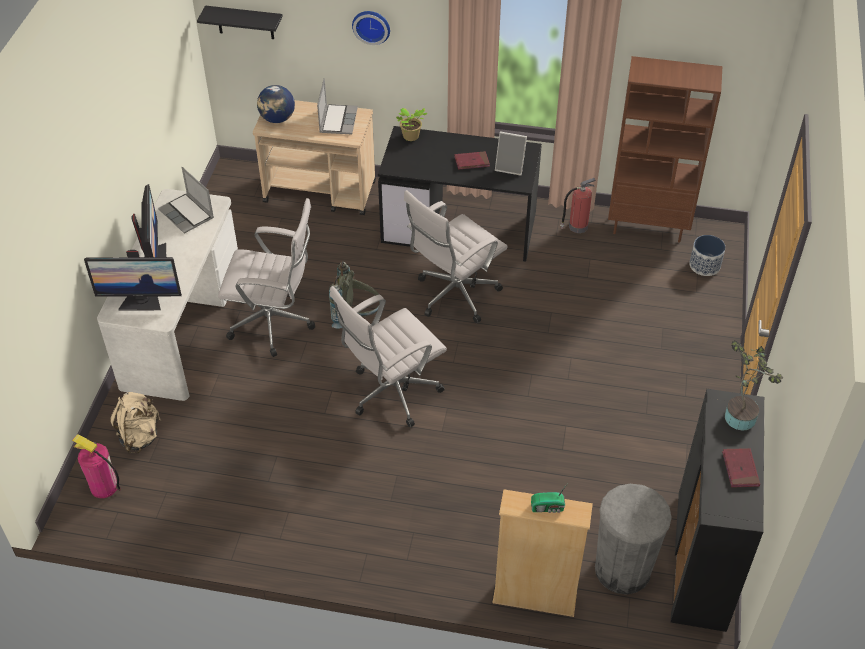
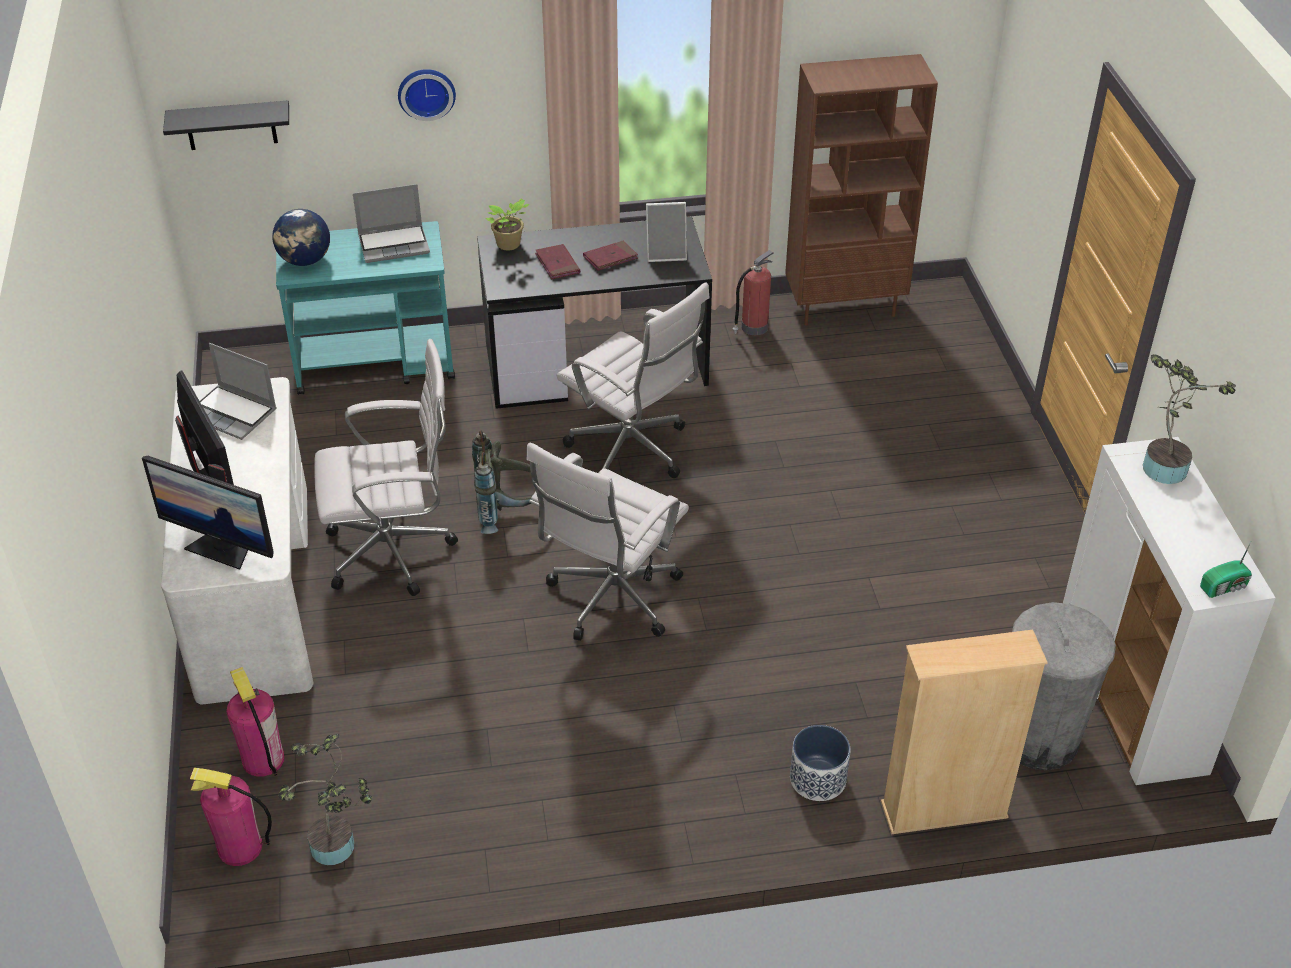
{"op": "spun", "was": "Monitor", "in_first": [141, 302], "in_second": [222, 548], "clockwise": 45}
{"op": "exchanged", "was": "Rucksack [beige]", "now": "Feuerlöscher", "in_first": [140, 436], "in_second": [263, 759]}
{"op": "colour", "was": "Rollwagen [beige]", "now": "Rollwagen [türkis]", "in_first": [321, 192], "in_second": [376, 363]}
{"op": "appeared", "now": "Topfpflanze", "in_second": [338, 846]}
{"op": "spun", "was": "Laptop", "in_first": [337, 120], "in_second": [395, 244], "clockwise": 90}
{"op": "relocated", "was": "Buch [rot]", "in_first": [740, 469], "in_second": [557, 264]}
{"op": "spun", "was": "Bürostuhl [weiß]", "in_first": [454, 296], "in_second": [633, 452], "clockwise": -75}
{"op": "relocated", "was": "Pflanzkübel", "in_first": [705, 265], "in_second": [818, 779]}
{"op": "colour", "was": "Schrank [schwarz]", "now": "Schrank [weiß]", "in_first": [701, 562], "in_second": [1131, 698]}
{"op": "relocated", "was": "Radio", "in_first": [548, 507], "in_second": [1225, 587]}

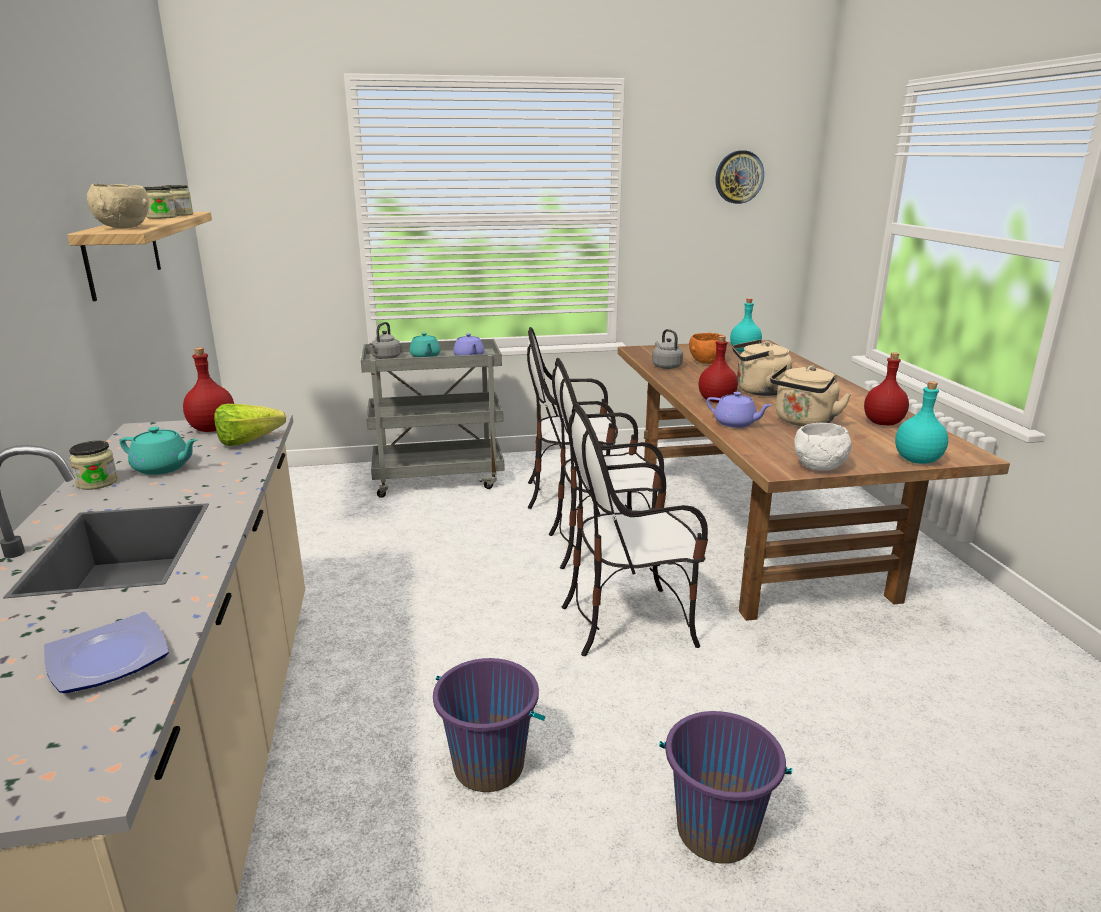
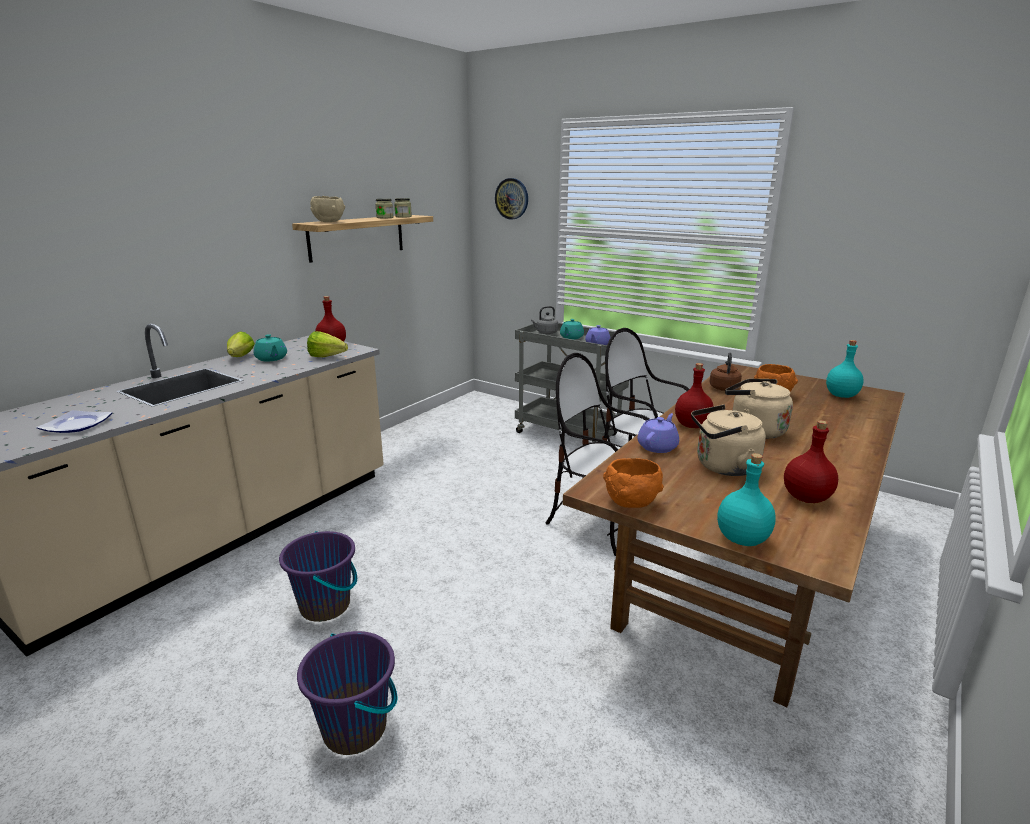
{"op": "exchanged", "was": "Vorratsglas", "now": "Salatkopf", "in_first": [97, 482], "in_second": [240, 357]}
{"op": "relocated", "was": "Wanduhr", "in_first": [739, 177], "in_second": [512, 198]}
{"op": "colour", "was": "Schüssel [weiß]", "now": "Schüssel [orange]", "in_first": [819, 467], "in_second": [632, 503]}
{"op": "spun", "was": "Teekanne [lila]", "in_first": [736, 423], "in_second": [658, 446], "clockwise": -135}
{"op": "colour", "was": "Wasserkessel [grau]", "now": "Wasserkessel [braun]", "in_first": [665, 366], "in_second": [724, 387]}
{"op": "missing", "was": "Stuhl", "in_first": [629, 622]}

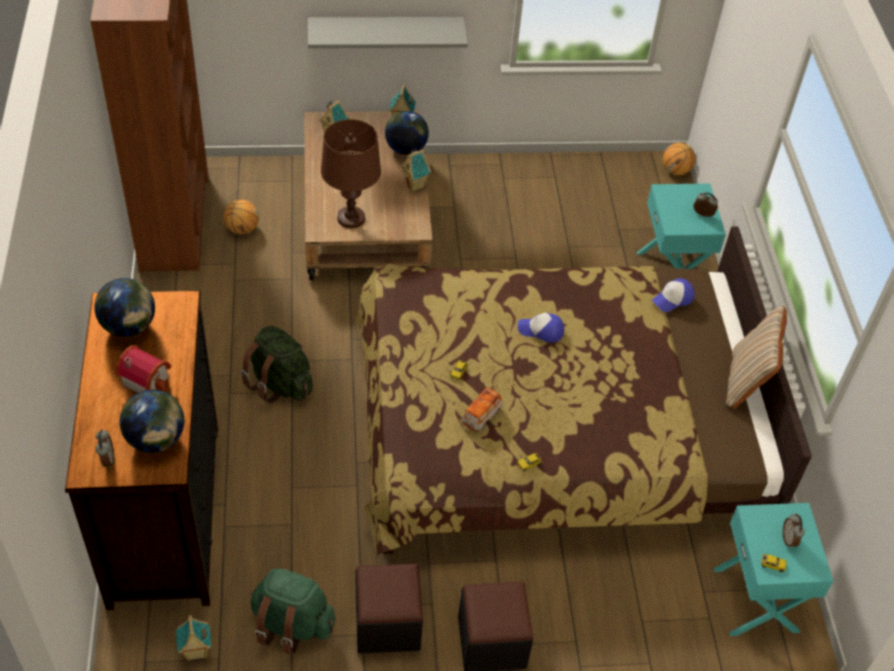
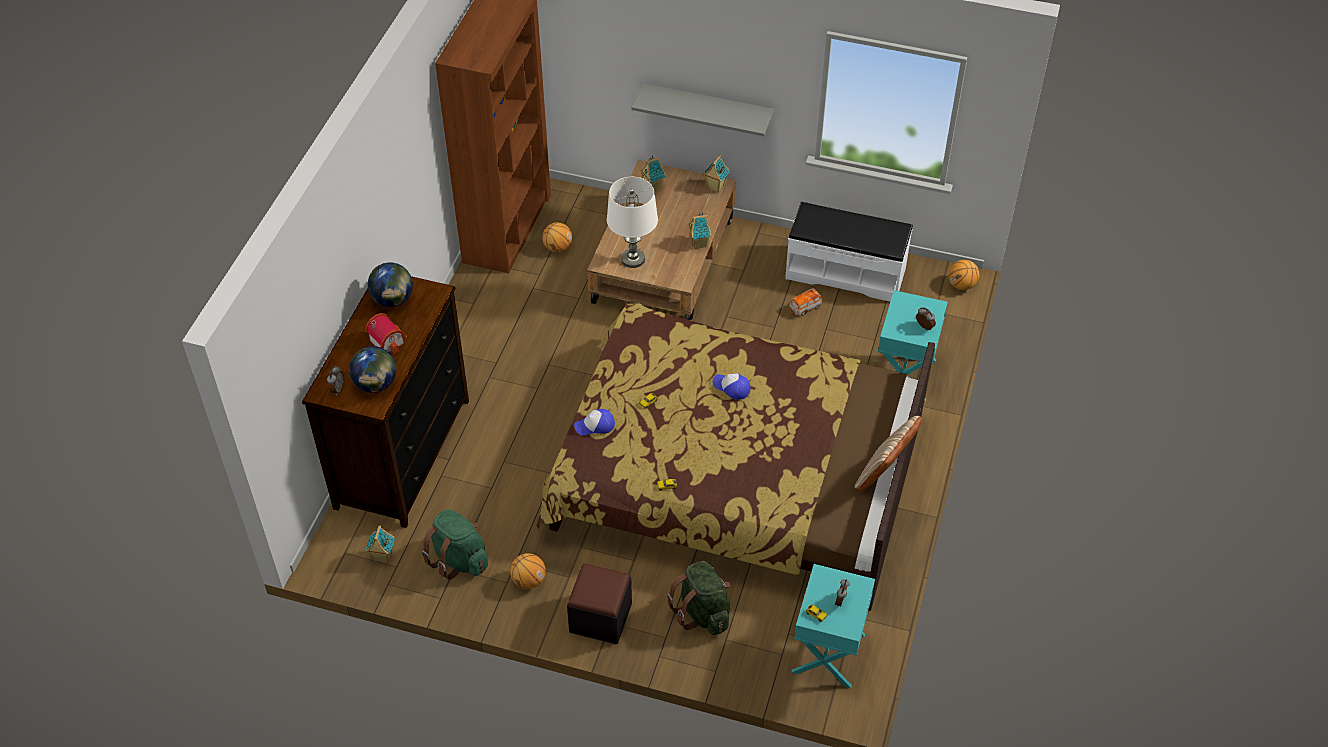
{"op": "exchanged", "was": "Polsterhocker [schwarz]", "now": "Basketball", "in_first": [387, 624], "in_second": [528, 580]}
{"op": "relocated", "was": "Kappe", "in_first": [673, 299], "in_second": [595, 426]}
{"op": "colour", "was": "Tischlampe [braun]", "now": "Tischlampe [weiß]", "in_first": [351, 218], "in_second": [633, 259]}
{"op": "relocated", "was": "Rucksack [grün]", "in_first": [280, 383], "in_second": [702, 612]}
{"op": "appeared", "now": "Bank [weiß]", "in_second": [845, 273]}
{"op": "relocated", "was": "Spielzeugauto", "in_first": [481, 416], "in_second": [805, 308]}
{"op": "missing", "was": "Globus", "in_first": [406, 149]}

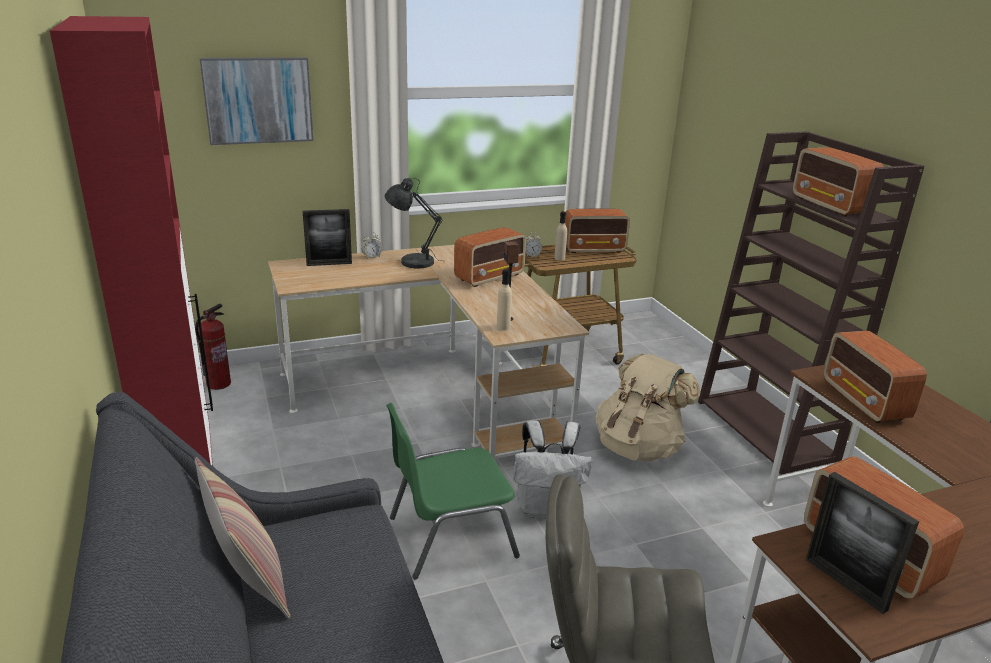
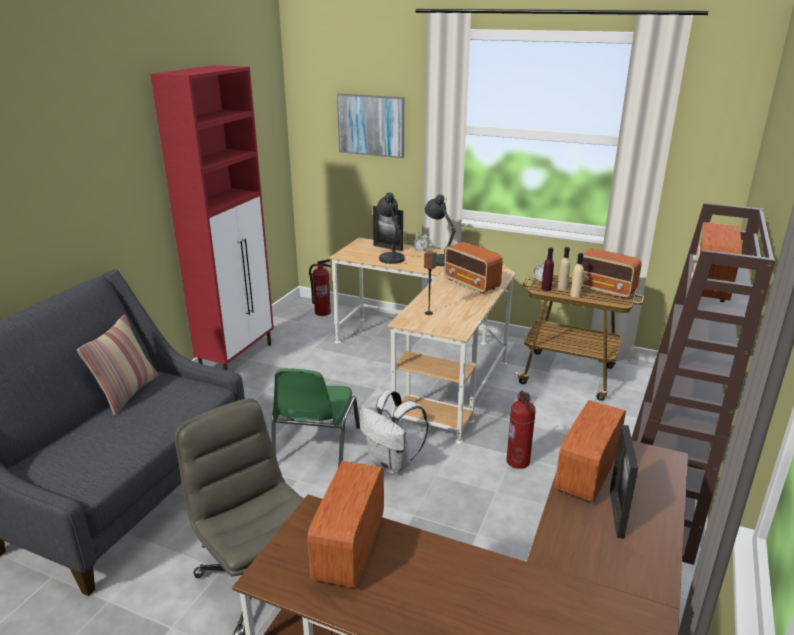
{"op": "spun", "was": "Stuhl [grün]", "in_first": [449, 536], "in_second": [315, 447], "clockwise": -105}
{"op": "appeared", "now": "Tischlampe [grau]", "in_second": [391, 258]}
{"op": "spun", "was": "Radio", "in_first": [490, 277], "in_second": [472, 284], "clockwise": 45}
{"op": "exchanged", "was": "Rucksack [beige]", "now": "Feuerlöscher", "in_first": [639, 447], "in_second": [518, 462]}
{"op": "appeared", "now": "Flasche [lila]", "in_second": [546, 289]}
{"op": "relocated", "was": "Flasche [beige]", "in_first": [503, 327], "in_second": [575, 295]}
{"op": "relocated", "was": "Bilderrahmen", "in_first": [845, 584], "in_second": [616, 513]}

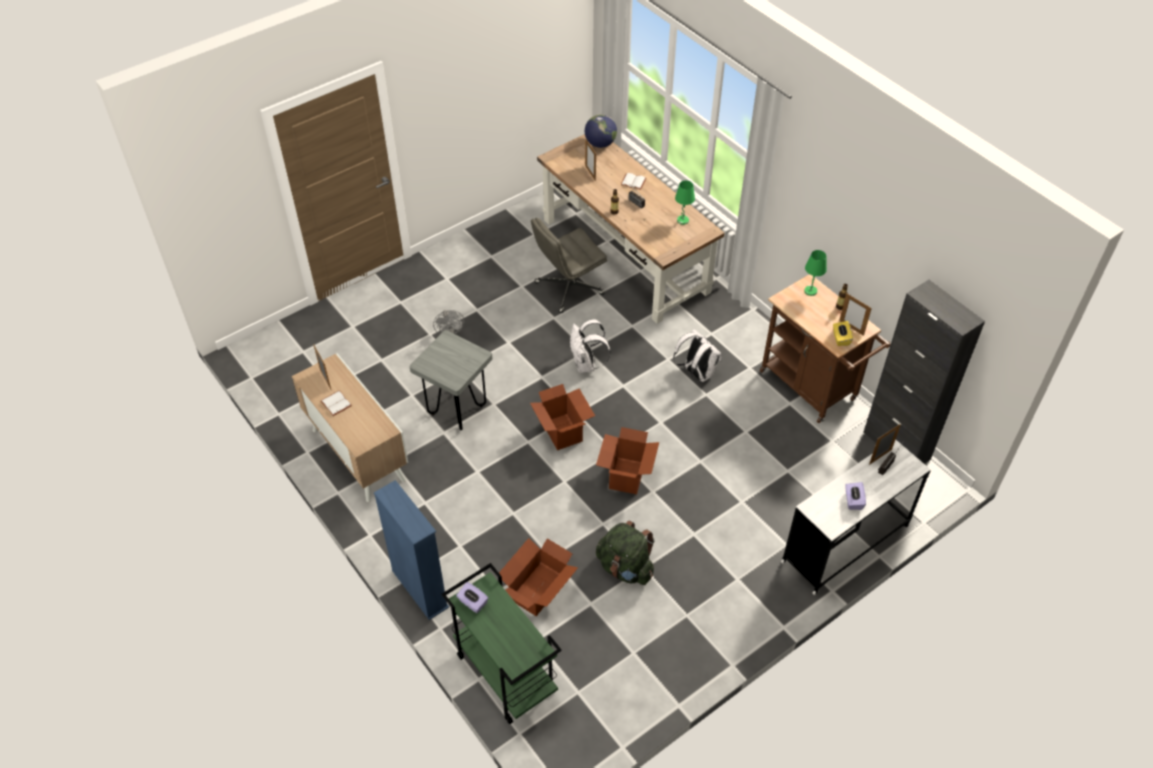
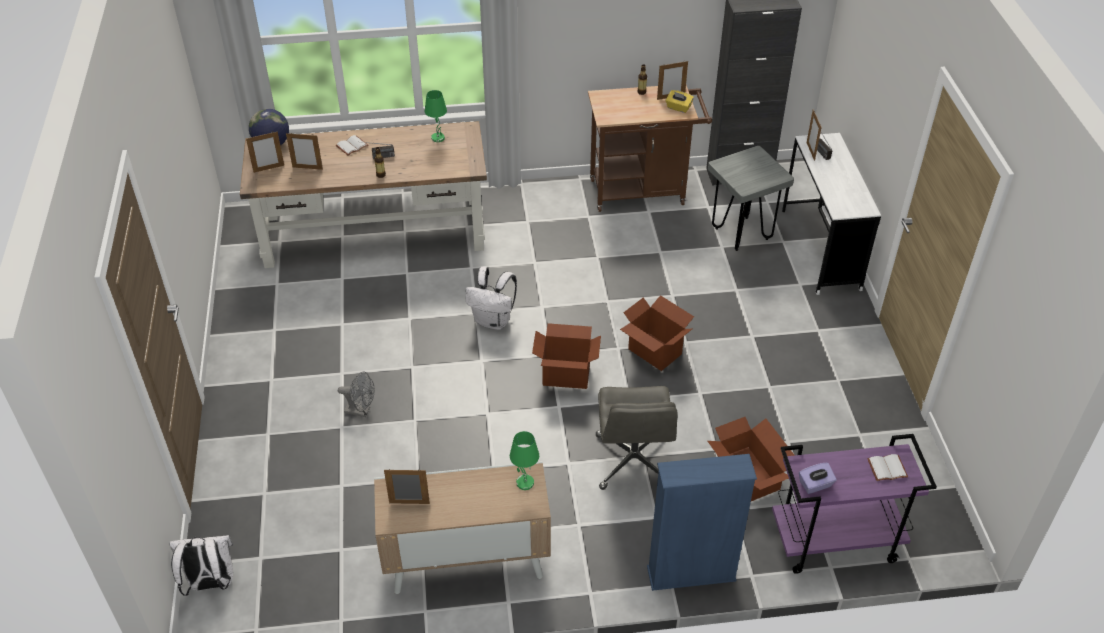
{"op": "relocated", "was": "Rucksack [weiß]", "in_first": [696, 373], "in_second": [210, 583]}
{"op": "appeared", "now": "Bilderrahmen", "in_second": [269, 168]}
{"op": "relocated", "was": "Tischlampe [grün]", "in_first": [810, 291], "in_second": [524, 482]}
{"op": "relocated", "was": "Bürostuhl [grau]", "in_first": [568, 289], "in_second": [633, 462]}
{"op": "relocated", "was": "Hocker [grau]", "in_first": [457, 410], "in_second": [741, 234]}
{"op": "colour", "was": "Rollwagen [grün]", "now": "Rollwagen [lila]", "in_first": [504, 673], "in_second": [834, 542]}
{"op": "relocated", "was": "Buch [weiß]", "in_first": [335, 404], "in_second": [887, 469]}
{"op": "missing", "was": "Rucksack [grün]", "in_first": [625, 568]}
{"op": "missing", "was": "Taschentuchbox [lila]", "in_first": [853, 501]}

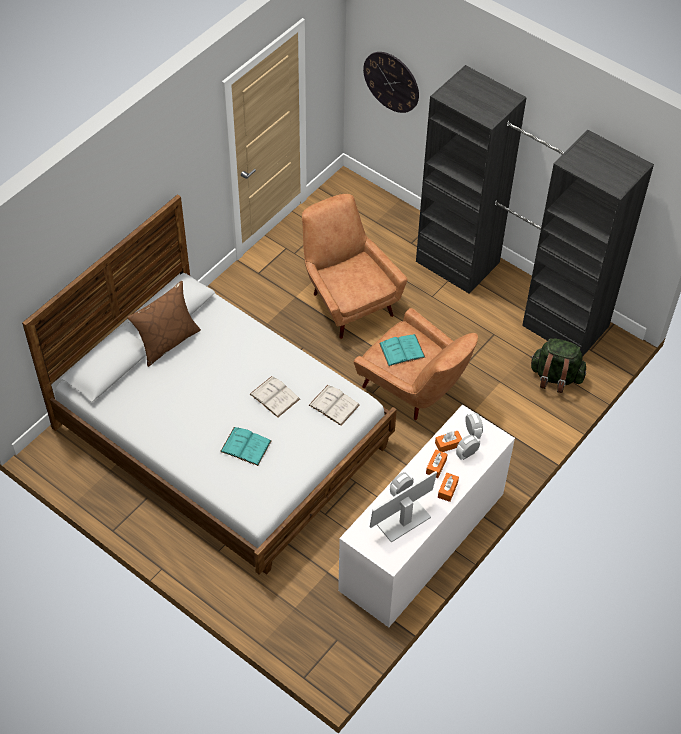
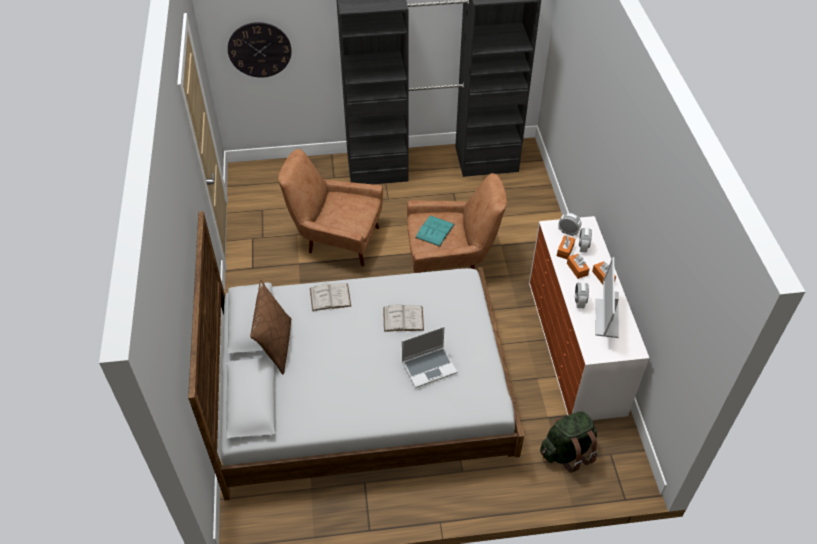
{"op": "relocated", "was": "Buch [weiß]", "in_first": [334, 405], "in_second": [330, 297]}
{"op": "exchanged", "was": "Buch [türkis]", "now": "Laptop", "in_first": [245, 446], "in_second": [429, 367]}
{"op": "relocated", "was": "Rucksack [grün]", "in_first": [555, 377], "in_second": [567, 452]}

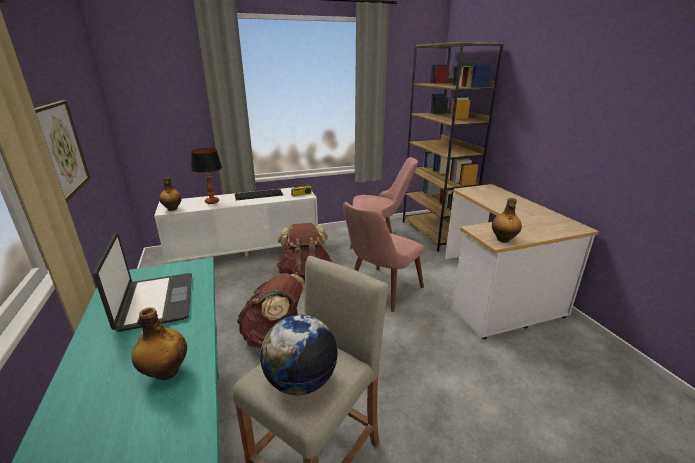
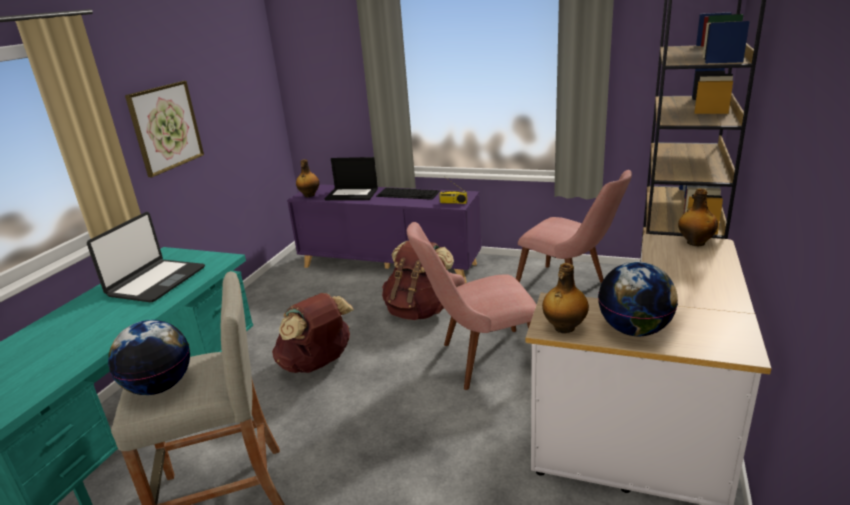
{"op": "colour", "was": "Schrank [weiß]", "now": "Schrank [lila]", "in_first": [246, 254], "in_second": [389, 265]}
{"op": "exchanged", "was": "Tischlampe", "now": "Laptop", "in_first": [212, 202], "in_second": [352, 194]}
{"op": "appeared", "now": "Globus", "in_second": [634, 330]}
{"op": "relocated", "was": "Flasche", "in_first": [165, 372], "in_second": [695, 243]}

